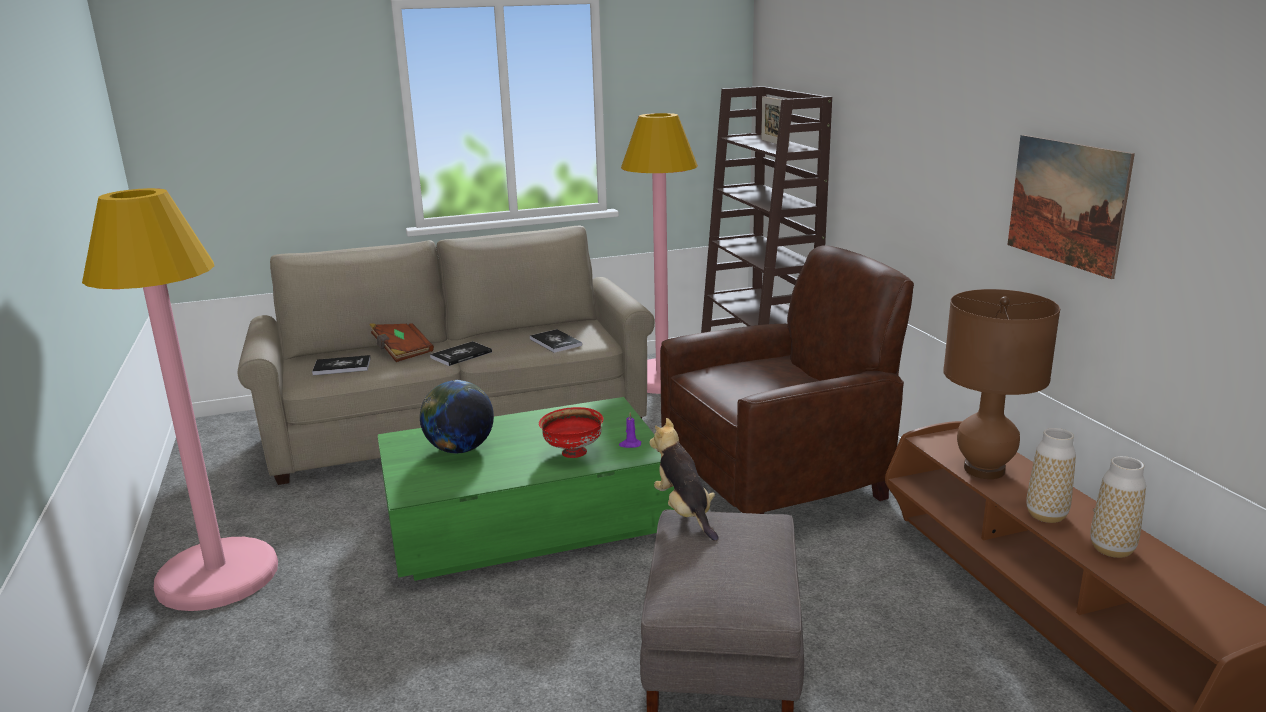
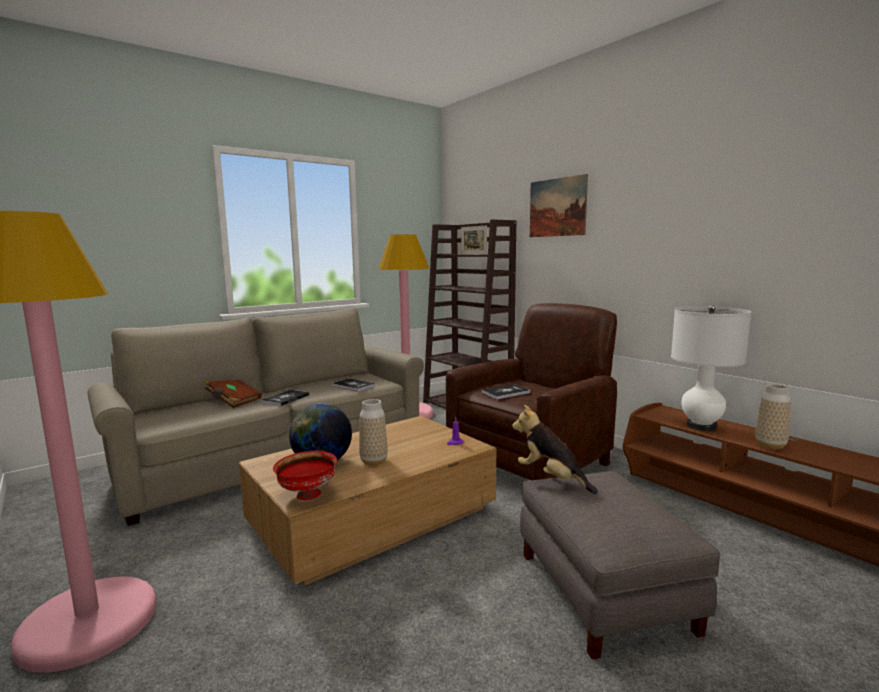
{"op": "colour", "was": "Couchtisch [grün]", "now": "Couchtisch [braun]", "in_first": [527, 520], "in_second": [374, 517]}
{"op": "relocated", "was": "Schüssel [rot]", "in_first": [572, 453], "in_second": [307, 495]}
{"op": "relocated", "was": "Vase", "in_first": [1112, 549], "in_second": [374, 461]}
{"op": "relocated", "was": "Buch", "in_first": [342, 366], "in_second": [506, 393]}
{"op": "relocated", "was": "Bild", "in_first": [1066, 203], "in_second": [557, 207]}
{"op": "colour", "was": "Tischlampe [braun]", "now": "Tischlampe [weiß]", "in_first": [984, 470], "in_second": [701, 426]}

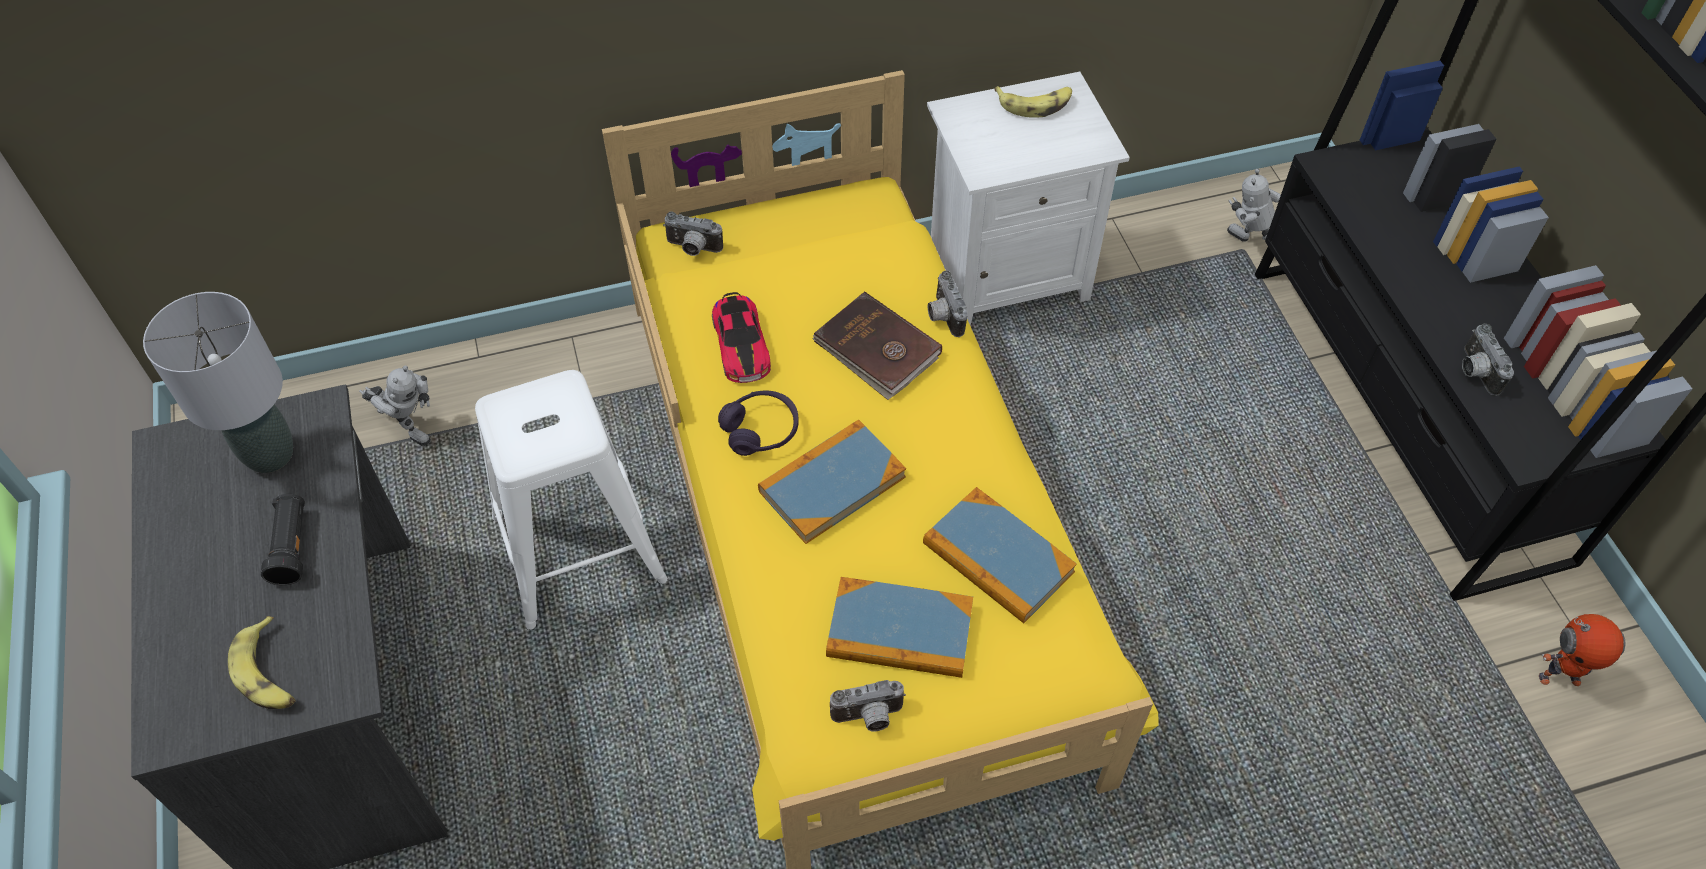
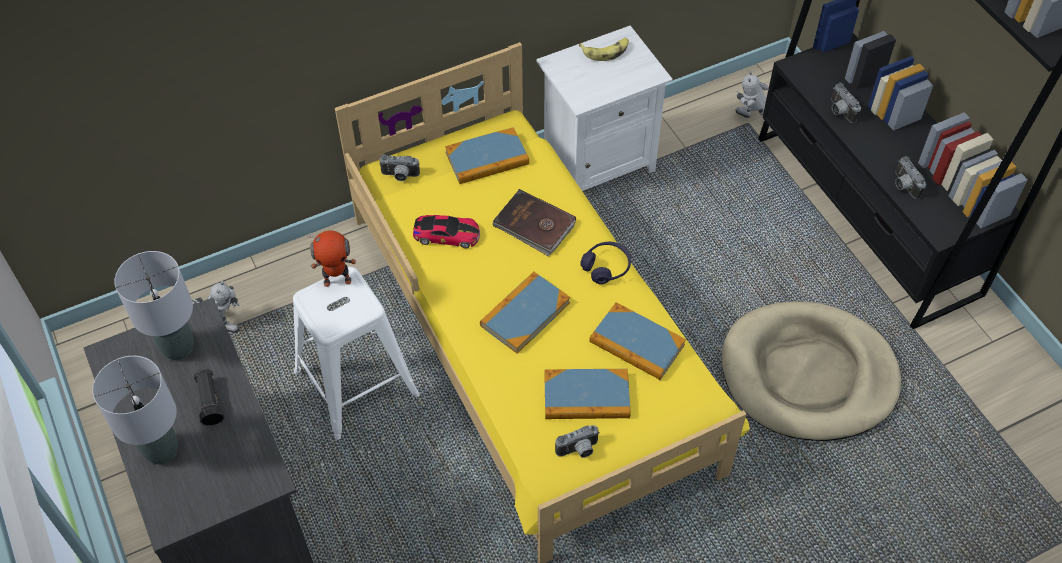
{"op": "appeared", "now": "Tischlampe [grau]", "in_second": [161, 451]}
{"op": "relocated", "was": "Spielzeugroboter", "in_first": [1559, 677], "in_second": [337, 280]}
{"op": "spun", "was": "Spielzeugauto", "in_first": [741, 345], "in_second": [446, 235], "clockwise": -60}
{"op": "appeared", "now": "Buch", "in_second": [487, 159]}
{"op": "relocated", "was": "Kopfhörer [lila]", "in_first": [760, 430], "in_second": [606, 267]}
{"op": "appeared", "now": "Hundebett [beige]", "in_second": [808, 375]}
{"op": "relocated", "was": "Kamera", "in_first": [943, 316], "in_second": [839, 111]}
{"op": "missing", "was": "Banane", "in_first": [268, 673]}

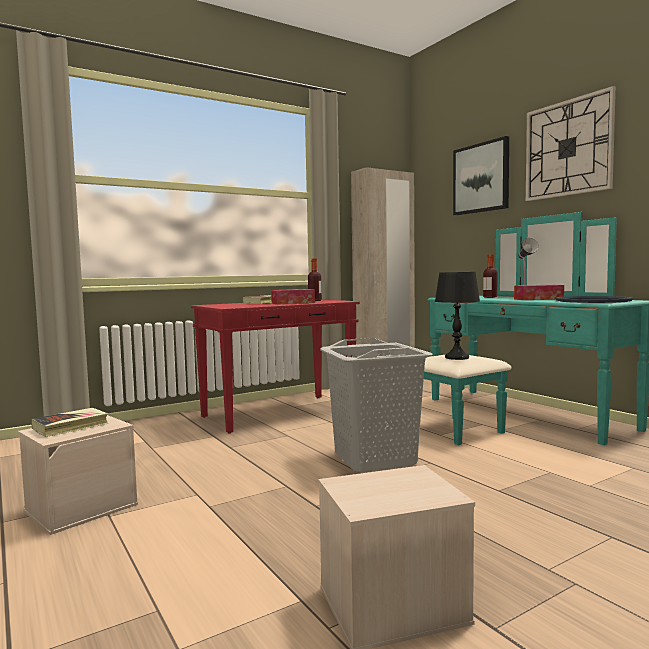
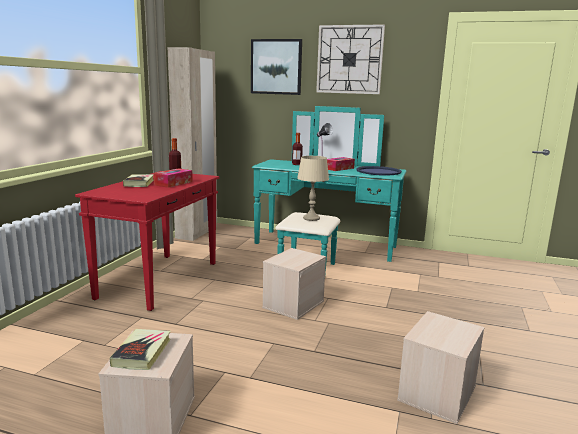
{"op": "exchanged", "was": "Wäschekorb [grau]", "now": "Aufbewahrungsbox [beige]", "in_first": [375, 458], "in_second": [293, 304]}
{"op": "colour", "was": "Tischlampe [schwarz]", "now": "Tischlampe [beige]", "in_first": [457, 357], "in_second": [311, 218]}

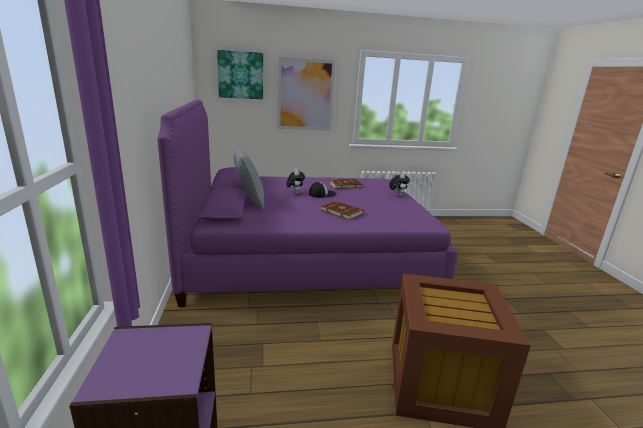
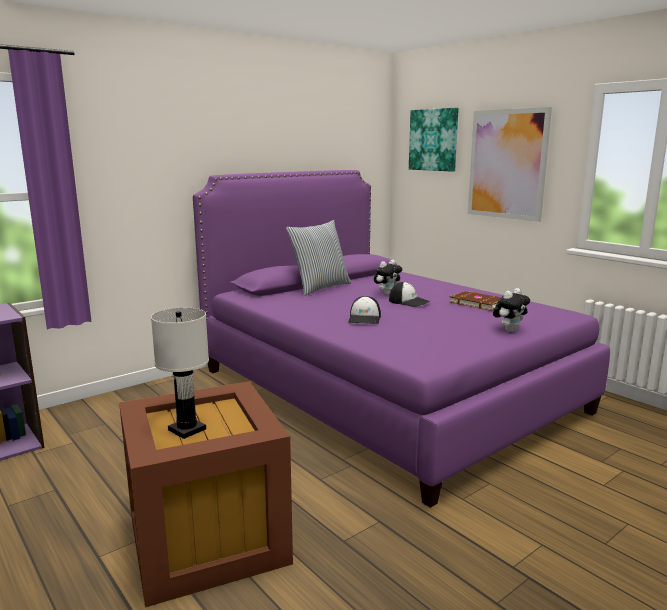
{"op": "appeared", "now": "Tischlampe [weiß]", "in_second": [186, 429]}
{"op": "exchanged", "was": "Buch [braun]", "now": "Kappe", "in_first": [342, 211], "in_second": [365, 319]}

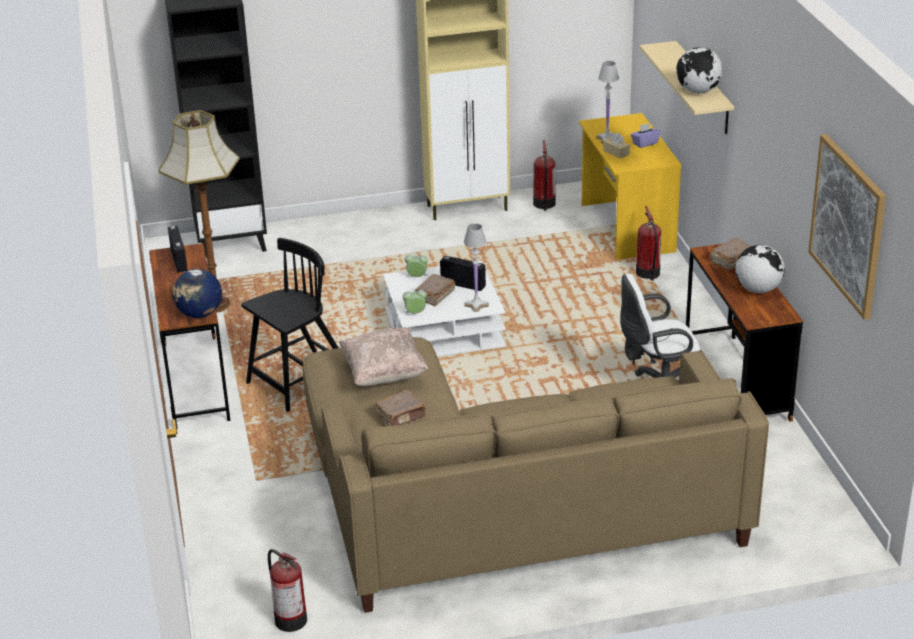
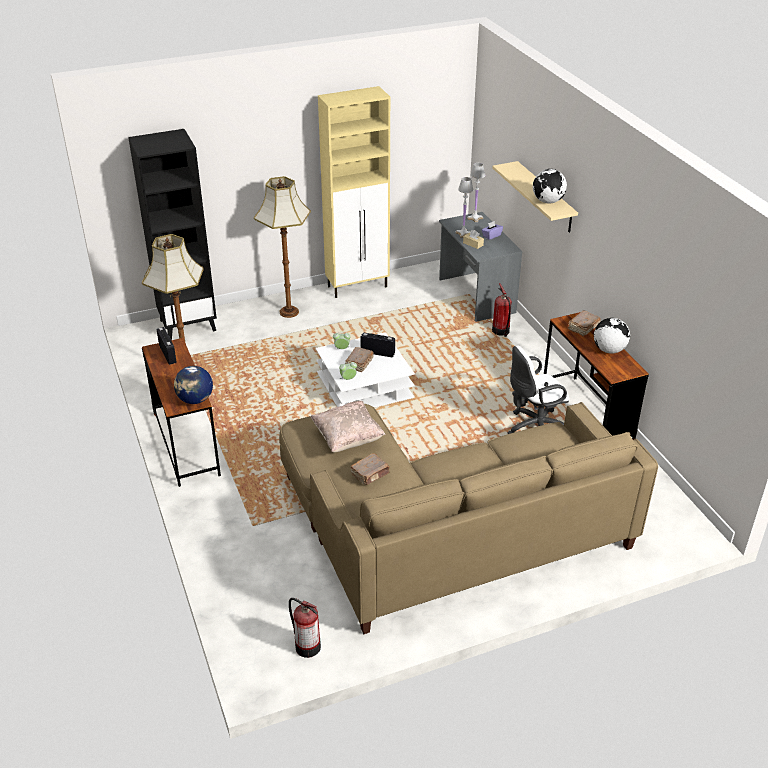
{"op": "appeared", "now": "Stehlampe", "in_second": [289, 311]}
{"op": "colour", "was": "Schreibtisch [gelb]", "now": "Schreibtisch [grau]", "in_first": [626, 228], "in_second": [475, 296]}
{"op": "relocated", "was": "Tischlampe [weiß]", "in_first": [476, 305], "in_second": [475, 218]}
{"op": "missing", "was": "Stuhl [schwarz]", "in_first": [299, 381]}
{"op": "missing", "was": "Feuerlöscher", "in_first": [544, 204]}
{"op": "missing", "was": "Bild", "in_first": [848, 225]}

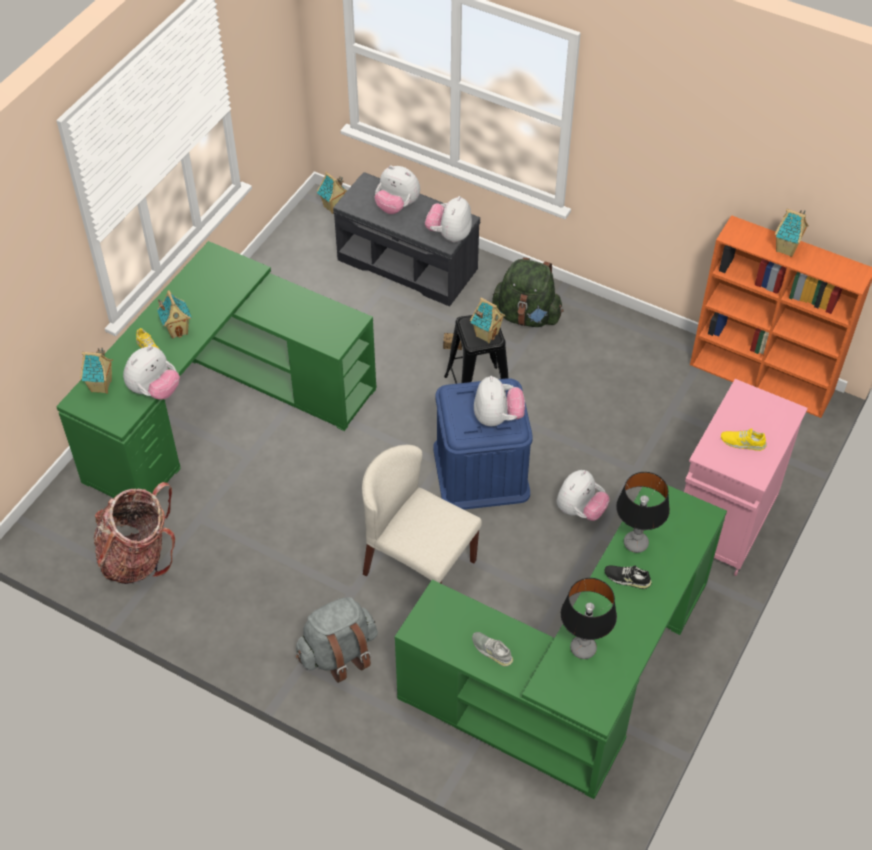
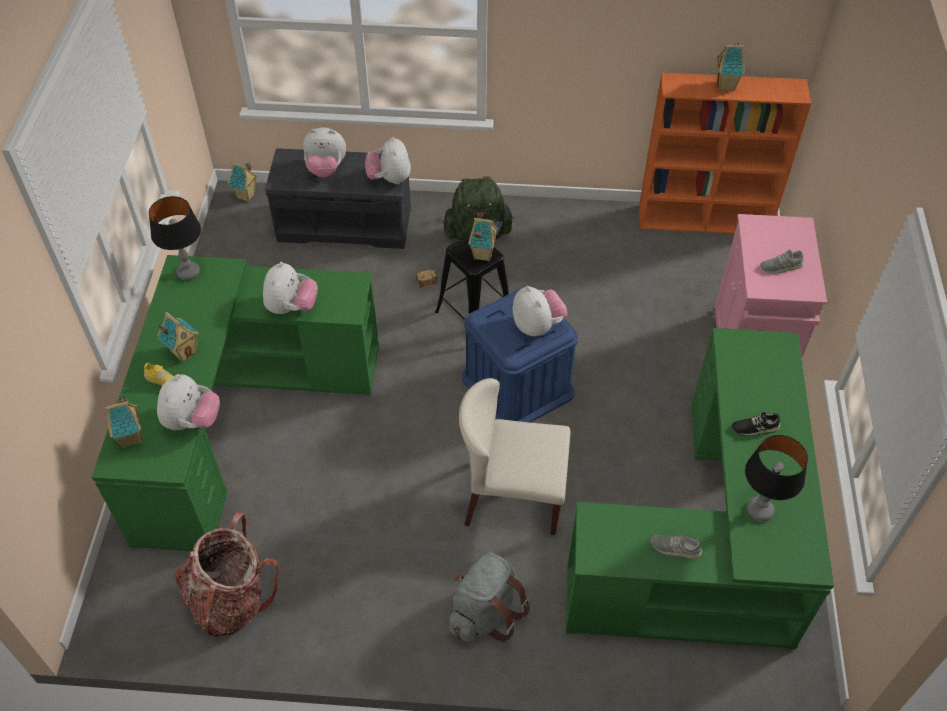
{"op": "relocated", "was": "Tischlampe", "in_first": [636, 543], "in_second": [188, 272]}
{"op": "relocated", "was": "Plüschtier", "in_first": [580, 510], "in_second": [291, 307]}
{"op": "colour", "was": "Schuh [gelb]", "now": "Schuh [grau]", "in_first": [743, 442], "in_second": [781, 266]}

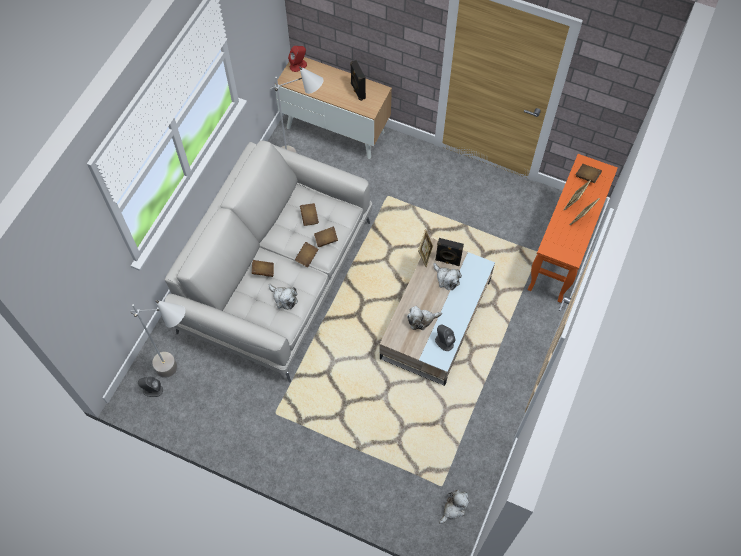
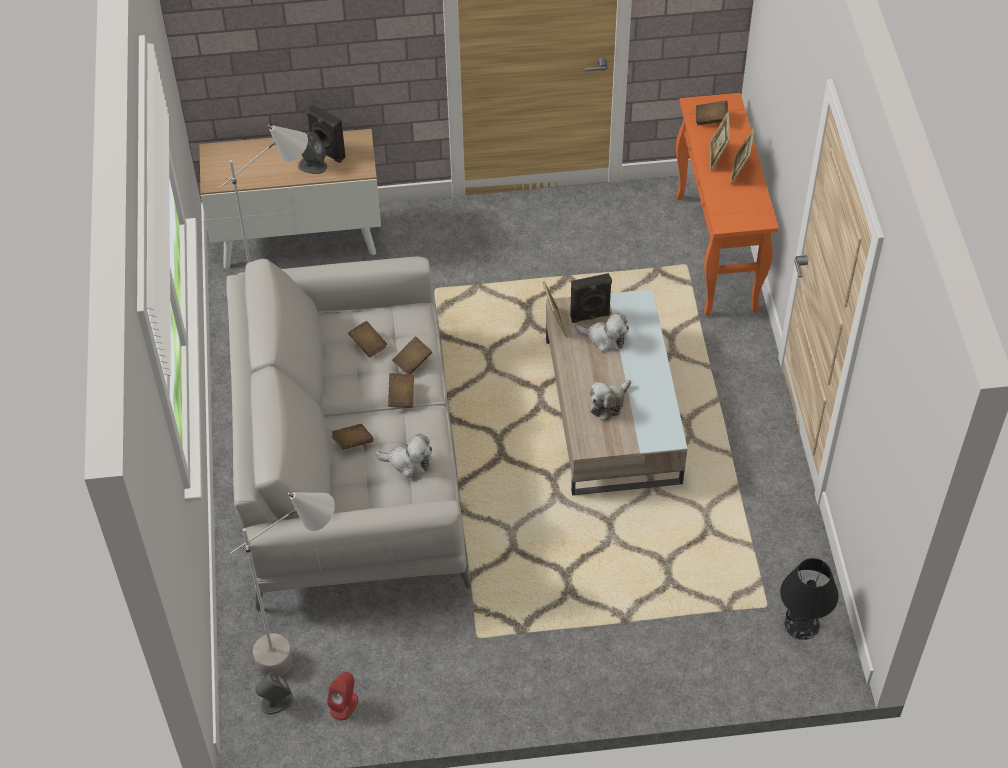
{"op": "relocated", "was": "Lautsprecher [grau]", "in_first": [444, 342], "in_second": [312, 165]}
{"op": "relocated", "was": "Lautsprecher [rot]", "in_first": [298, 65], "in_second": [344, 705]}
{"op": "exchanged", "was": "Plüschtier", "now": "Tischlampe [schwarz]", "in_first": [454, 508], "in_second": [801, 624]}

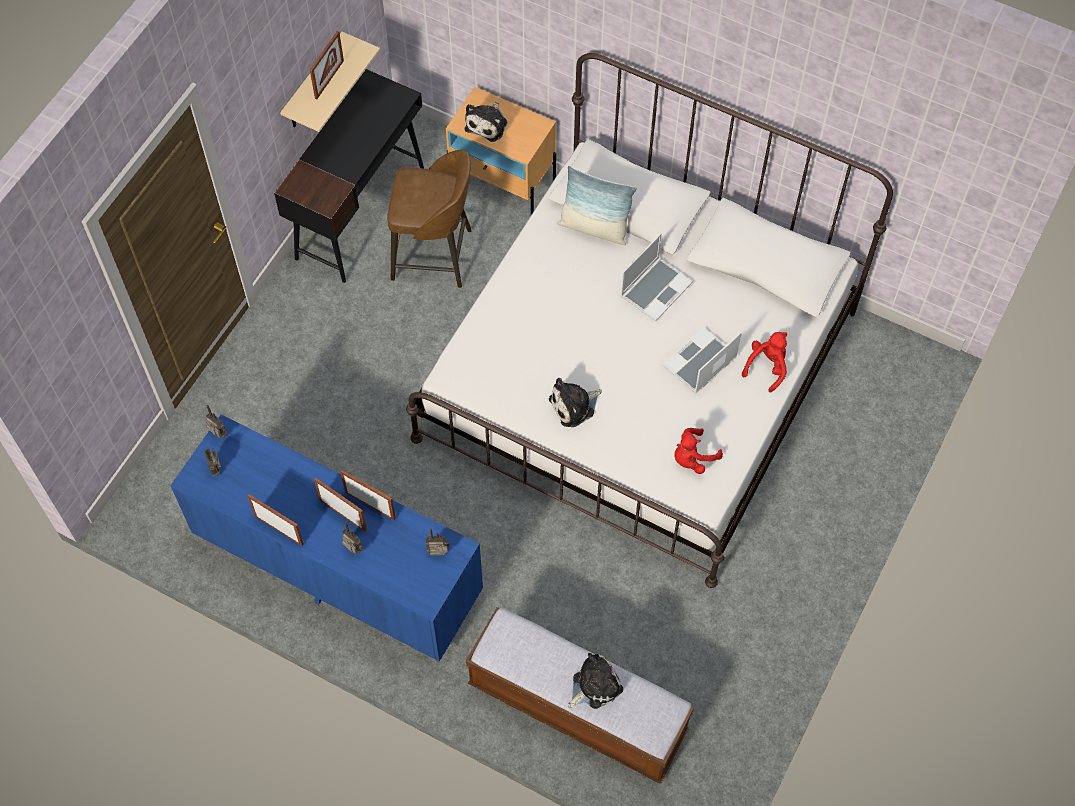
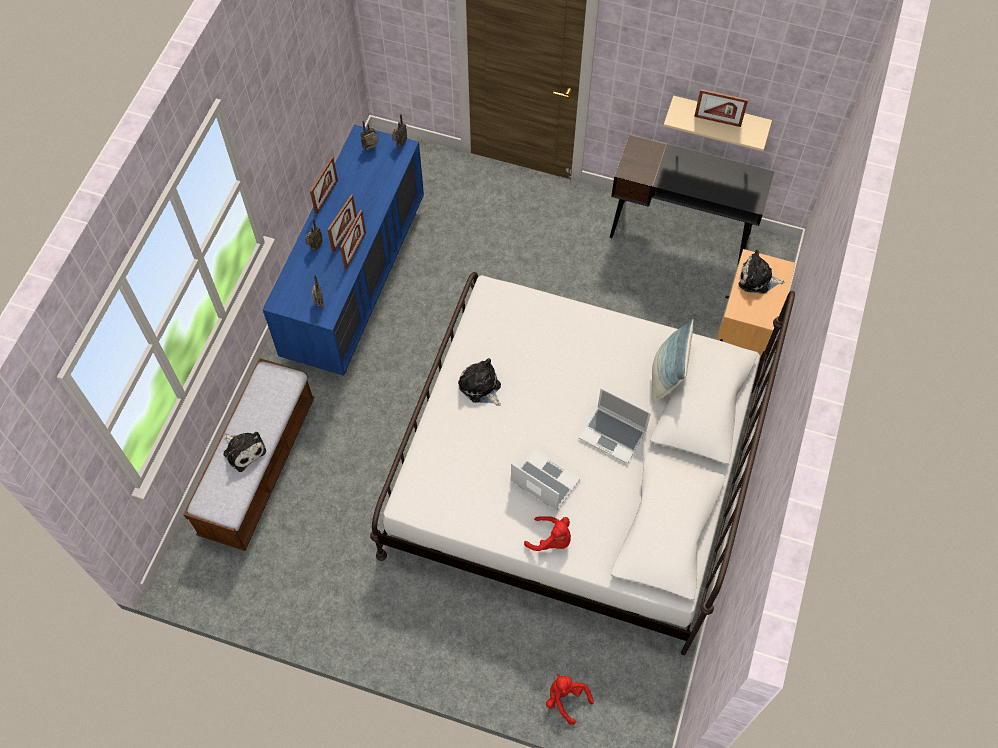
{"op": "relocated", "was": "Plüschtier [rot]", "in_first": [692, 458], "in_second": [566, 699]}
{"op": "missing", "was": "Hocker [braun]", "in_first": [434, 255]}

